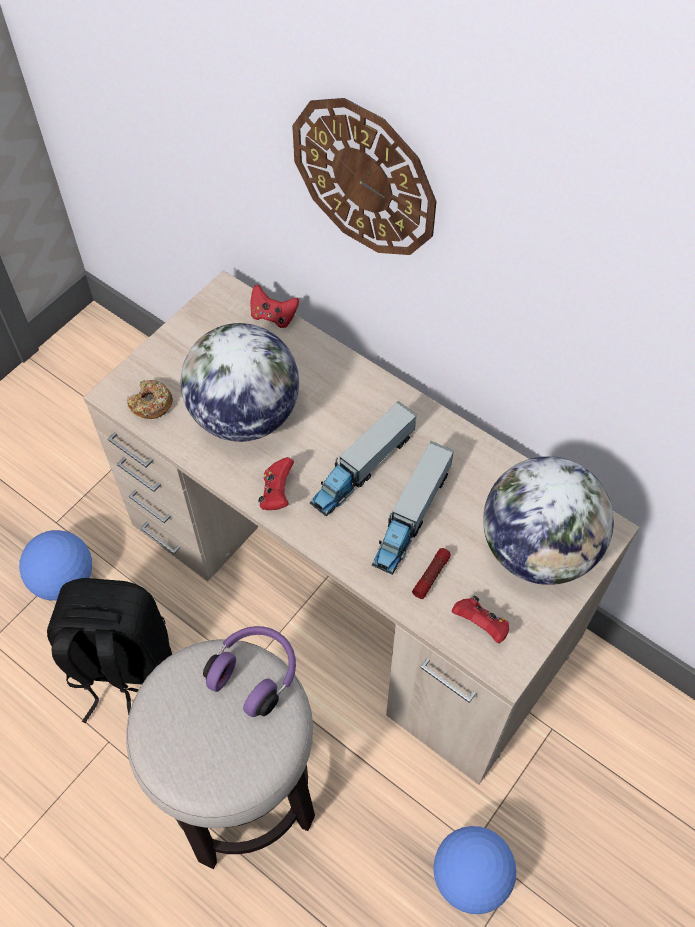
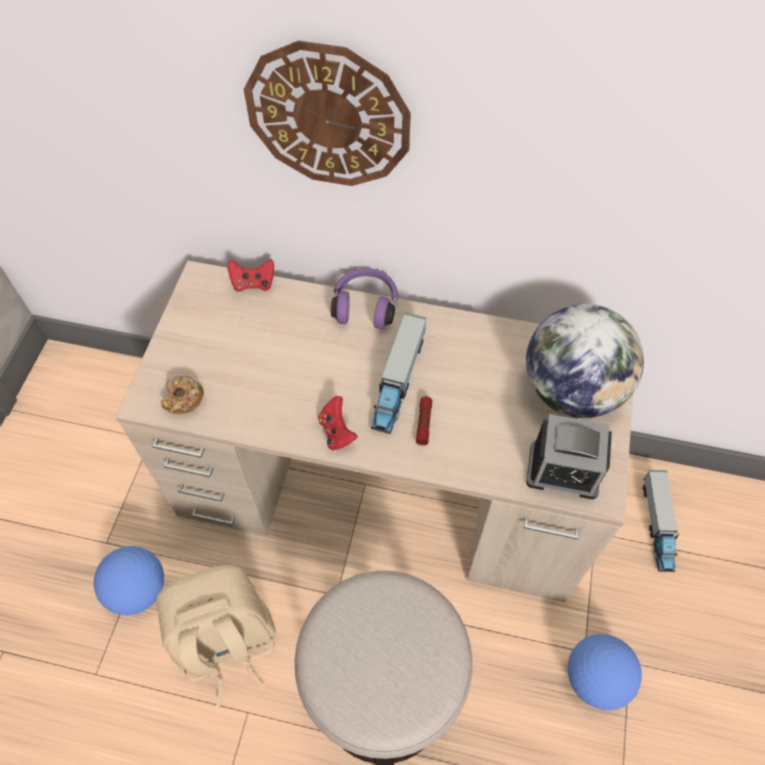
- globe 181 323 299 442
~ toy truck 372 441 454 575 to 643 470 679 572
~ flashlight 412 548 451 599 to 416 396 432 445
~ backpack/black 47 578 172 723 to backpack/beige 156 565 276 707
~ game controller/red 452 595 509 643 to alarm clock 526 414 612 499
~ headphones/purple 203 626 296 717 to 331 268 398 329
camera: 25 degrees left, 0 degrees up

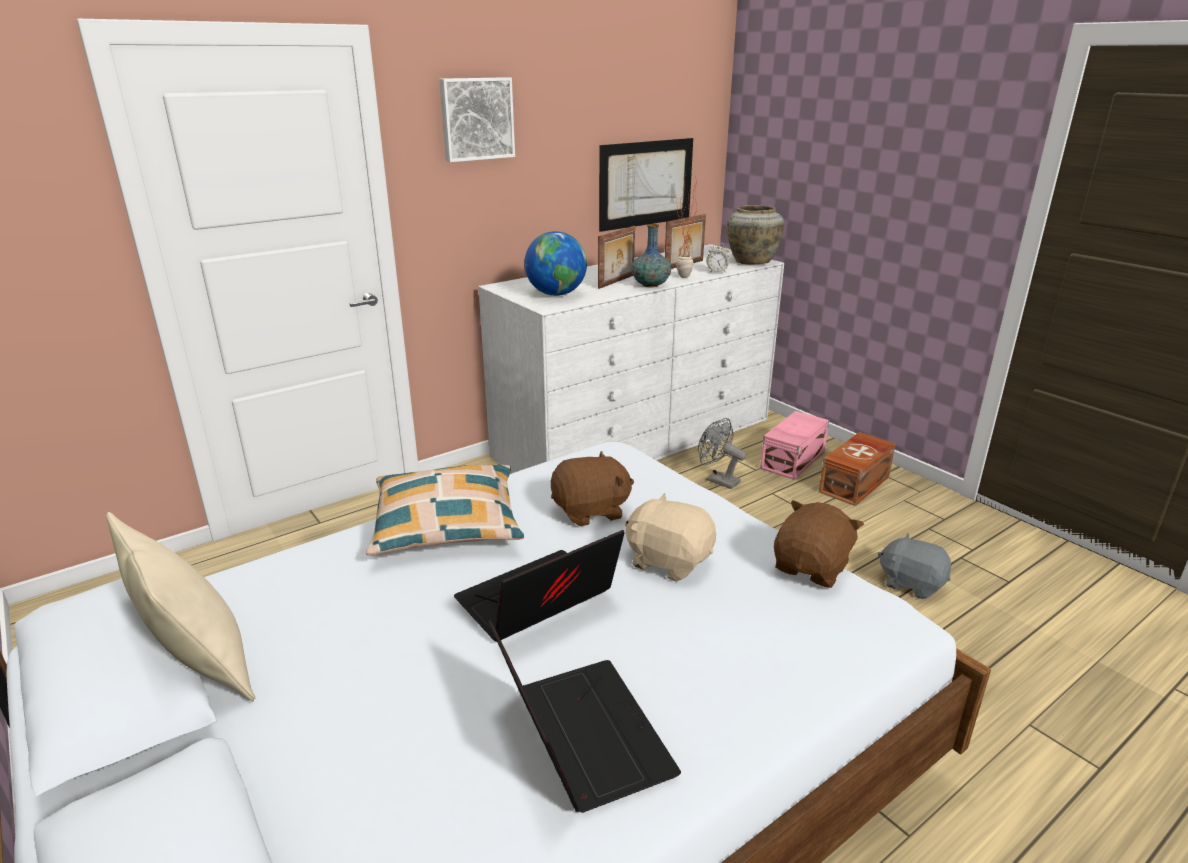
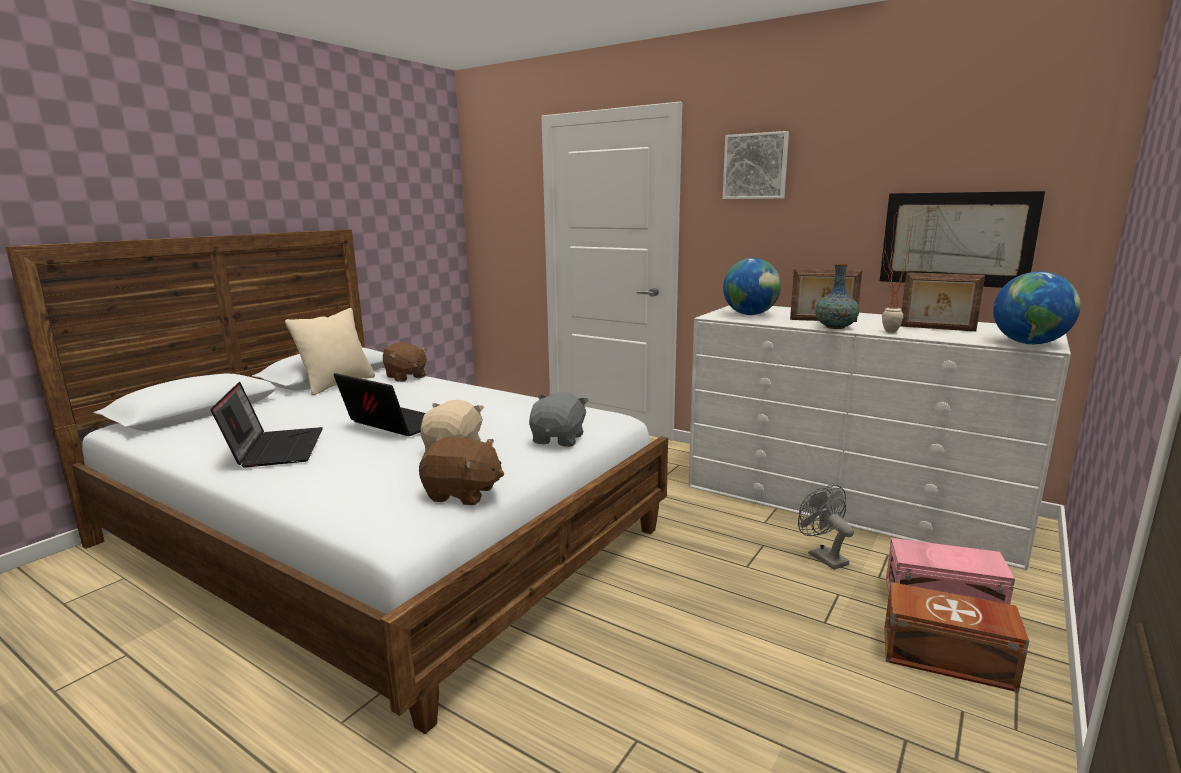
~ vase/beige 727 205 784 265 to globe 993 271 1081 344
- alarm clock 707 243 729 273
~ fan/grey 698 418 746 489 = 798 485 854 570 45 degrees counterclockwise
~ plush toy/brown 551 451 634 527 to 383 342 428 382
- pillow 366 465 524 556
~ plush toy/grey 878 533 951 599 to 529 392 589 447
~ laptop 488 619 681 813 = 210 382 323 468 60 degrees counterclockwise
camera: 70 degrees right, 10 degrees down

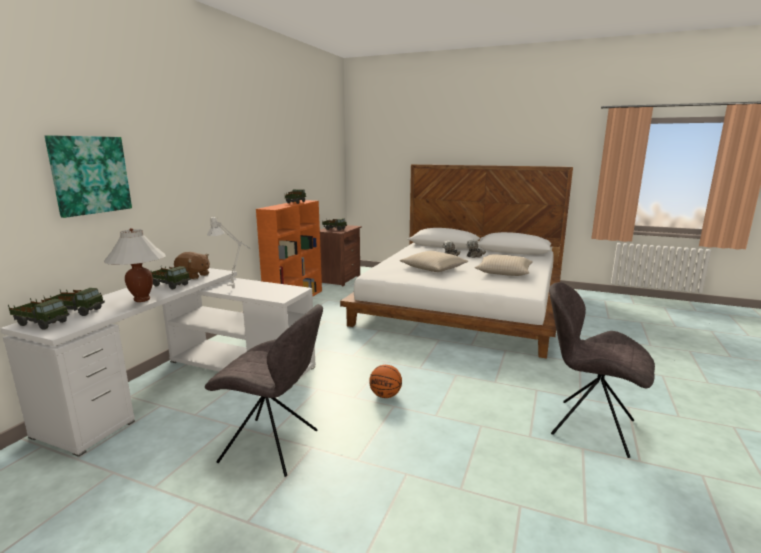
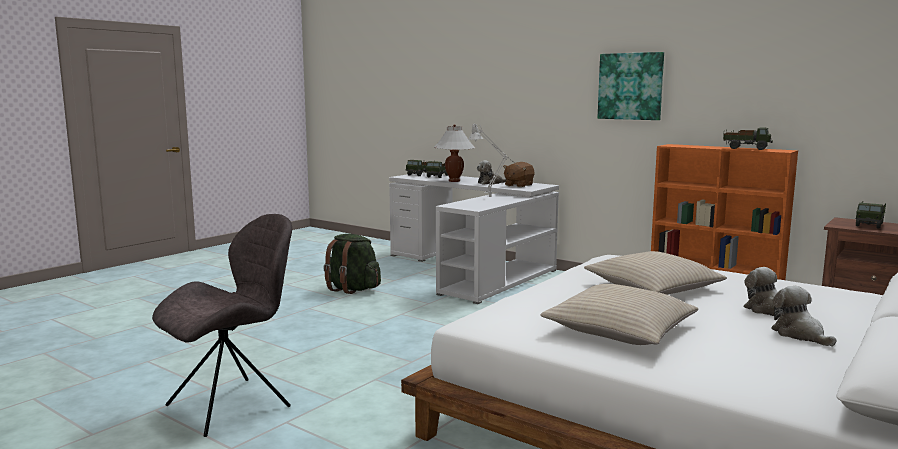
~ picture 45 135 132 218 to 598 52 664 120
~ toy truck 151 266 190 289 to plush toy 477 160 507 185
~ chair/grey 205 304 323 477 to backpack/green 323 234 381 294
- basketball 369 365 402 398
camera: 105 degrees right, 5 degrees down

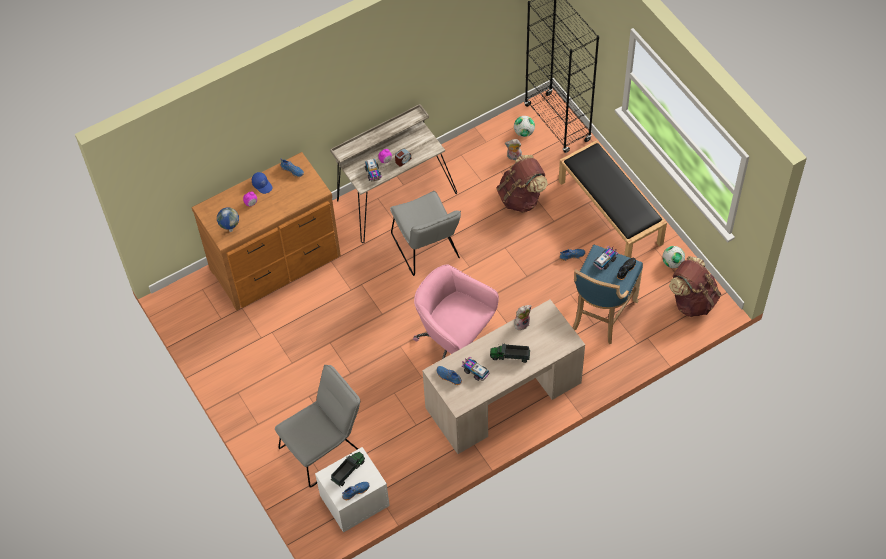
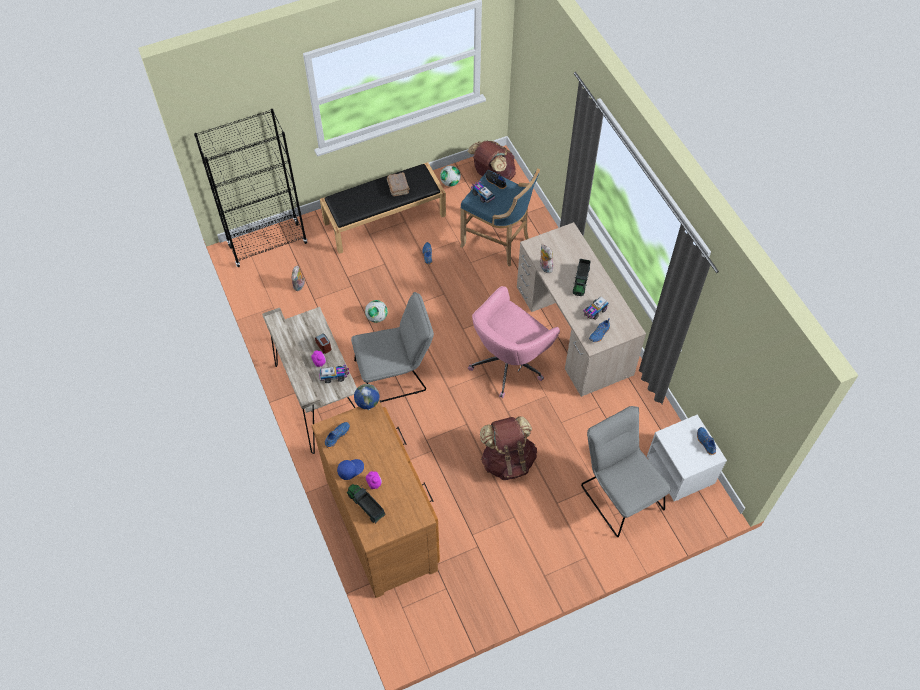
~ football 514 116 535 137 to 365 300 388 323
~ backpack/brown 496 155 548 213 to 480 416 537 480
~ globe 217 207 239 232 to 354 384 380 410
~ toy truck 331 452 365 487 to 347 484 386 524
+ book/brown 387 172 410 196
camera: 85 degrees left, 0 degrees up

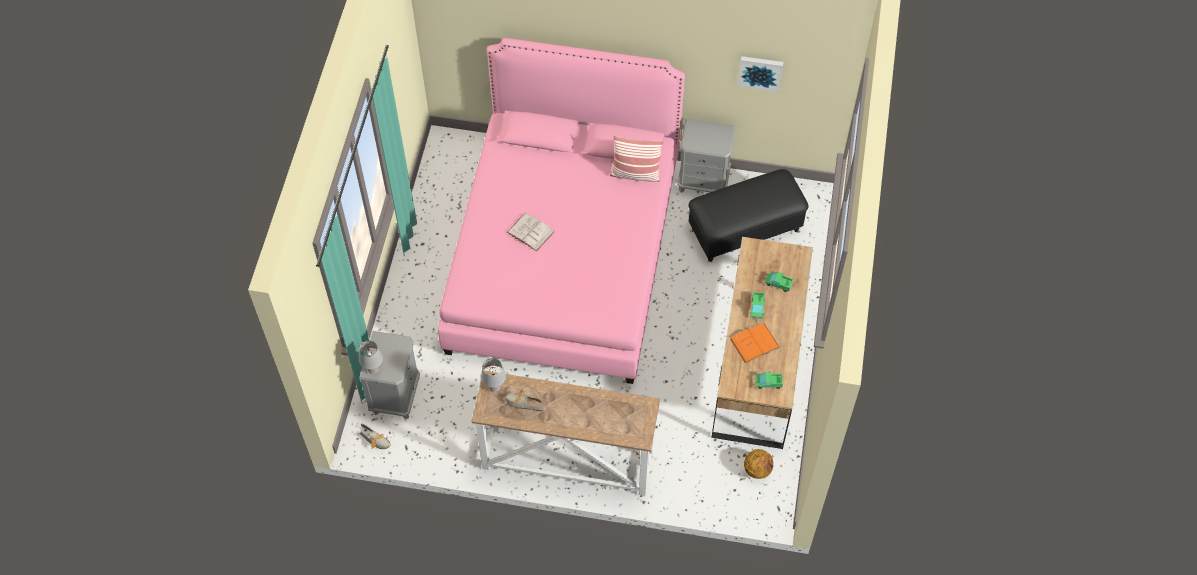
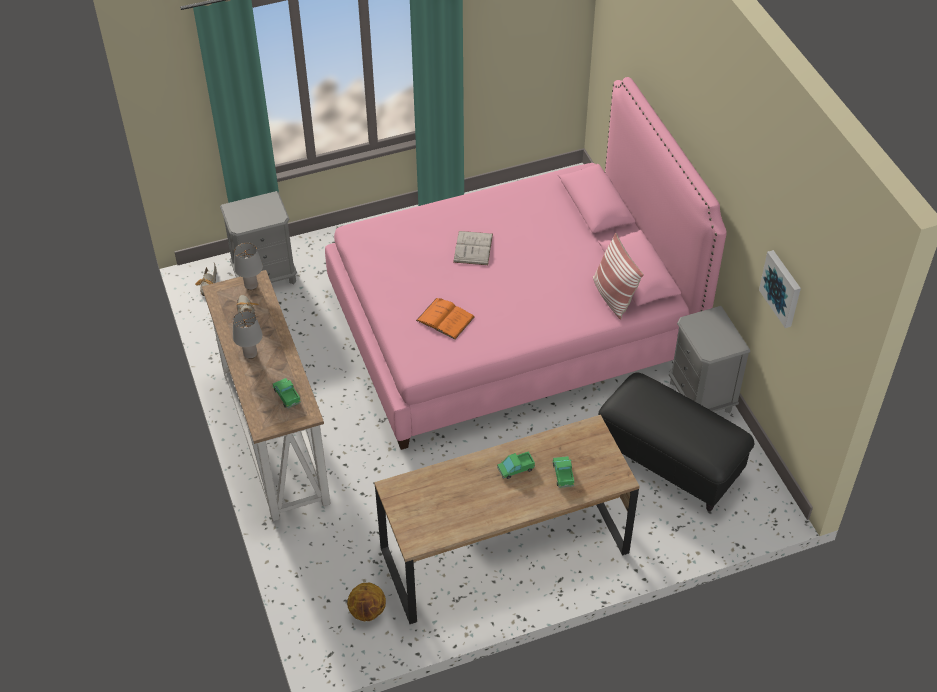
~ book/orange 730 323 780 363 to 416 298 475 340
~ table lamp/grey 359 341 383 374 to 233 311 263 359
~ toy truck 755 372 783 389 to 272 378 301 409
camera: 60 degrees right, 10 degrees down

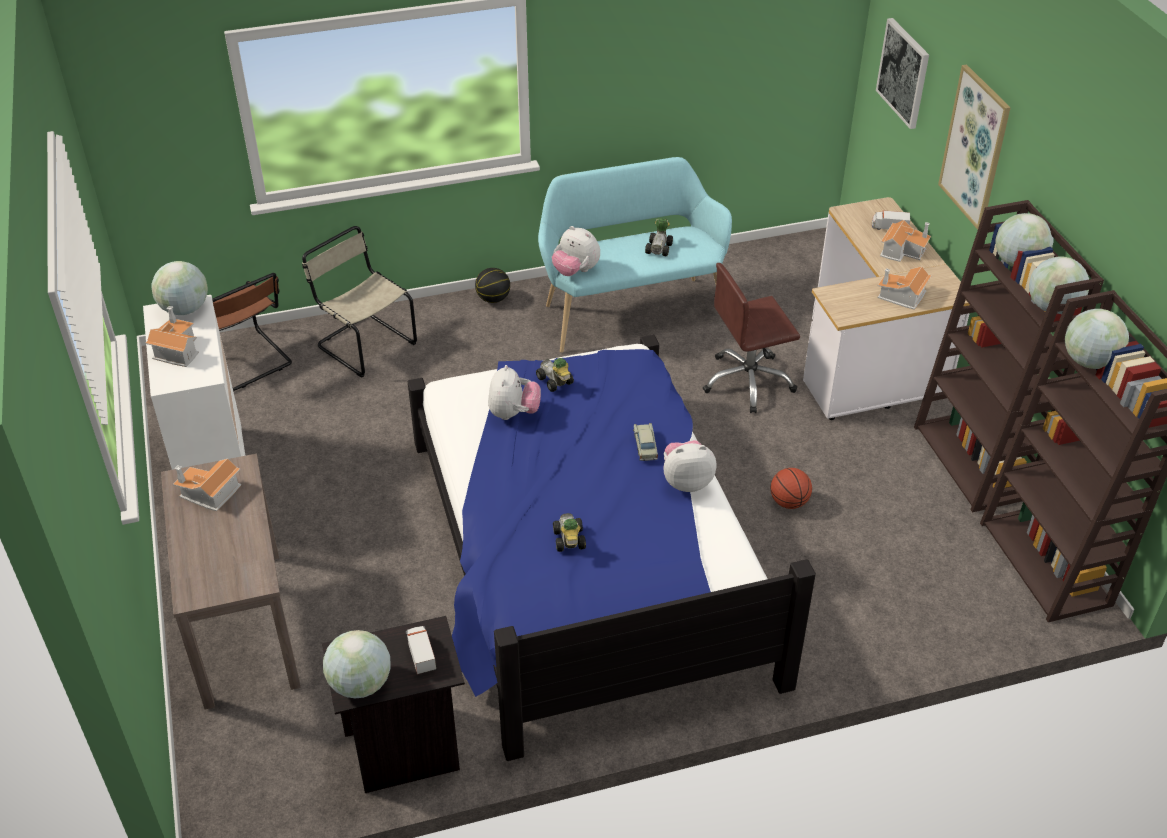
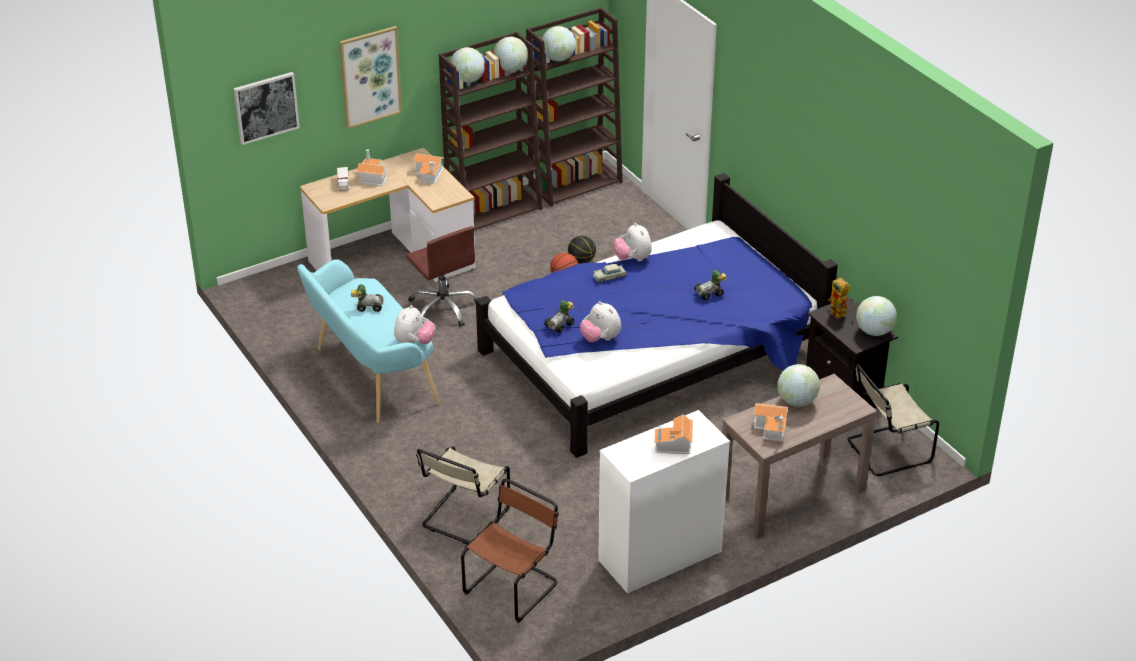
~ globe 151 261 208 315 to 778 364 820 406
~ basketball 475 268 510 303 to 568 236 596 264
~ plush toy 488 365 541 420 = 580 301 621 342 120 degrees counterclockwise
~ toy truck 405 626 436 674 to toy robot 828 278 856 319
+ chair/beige 847 364 939 476
camera: 105 degrees left, 5 degrees down

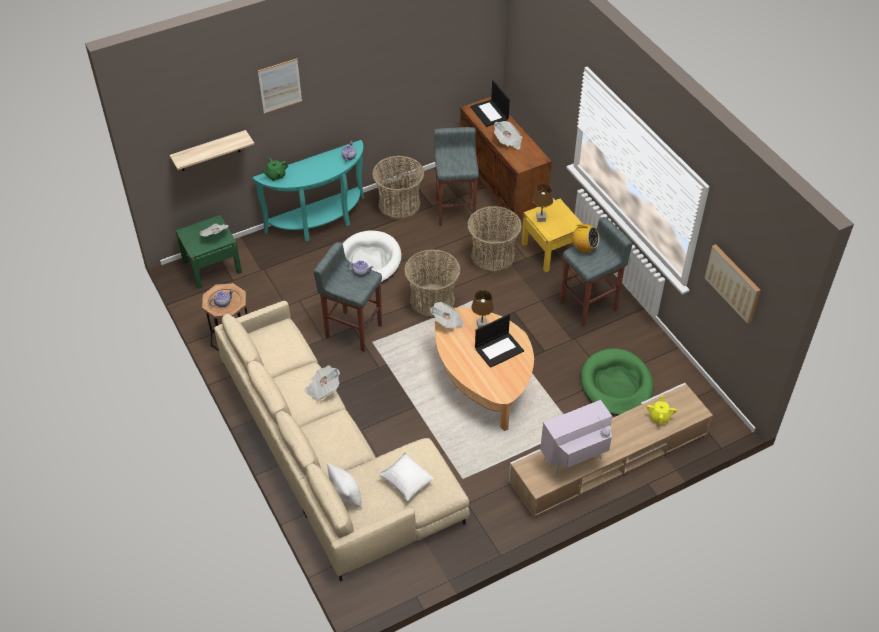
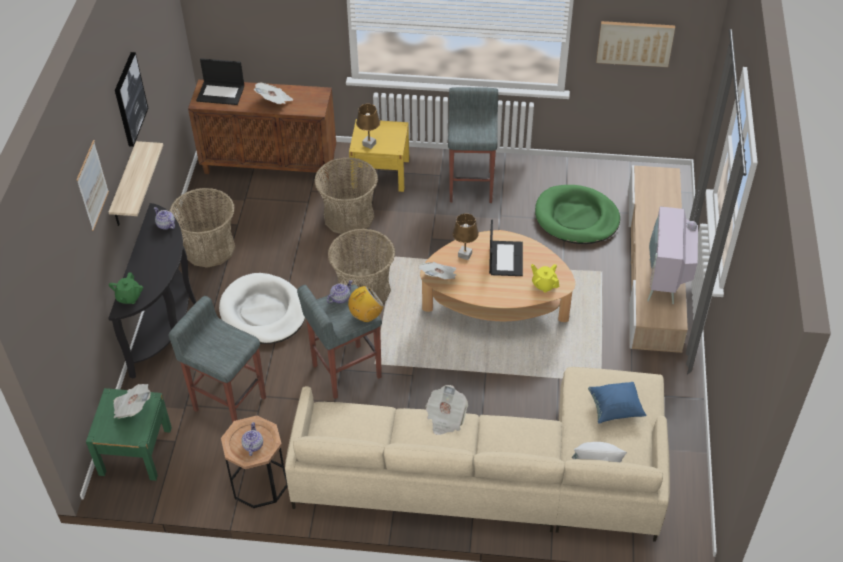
~ stool/grey 434 127 479 226 to 169 296 266 423
~ shelf 170 130 254 171 to 109 141 163 226
~ console table/turquoise 252 140 364 241 to console table/black 108 203 196 378
~ radio 572 224 599 253 to 348 286 384 322
~ teapot/yellow 647 395 677 424 to 531 264 559 293
~ pillow/white 378 453 434 501 to pillow/blue 588 382 647 424
+ picture 115 52 149 147
camera: 55 degrees left, 0 degrees up

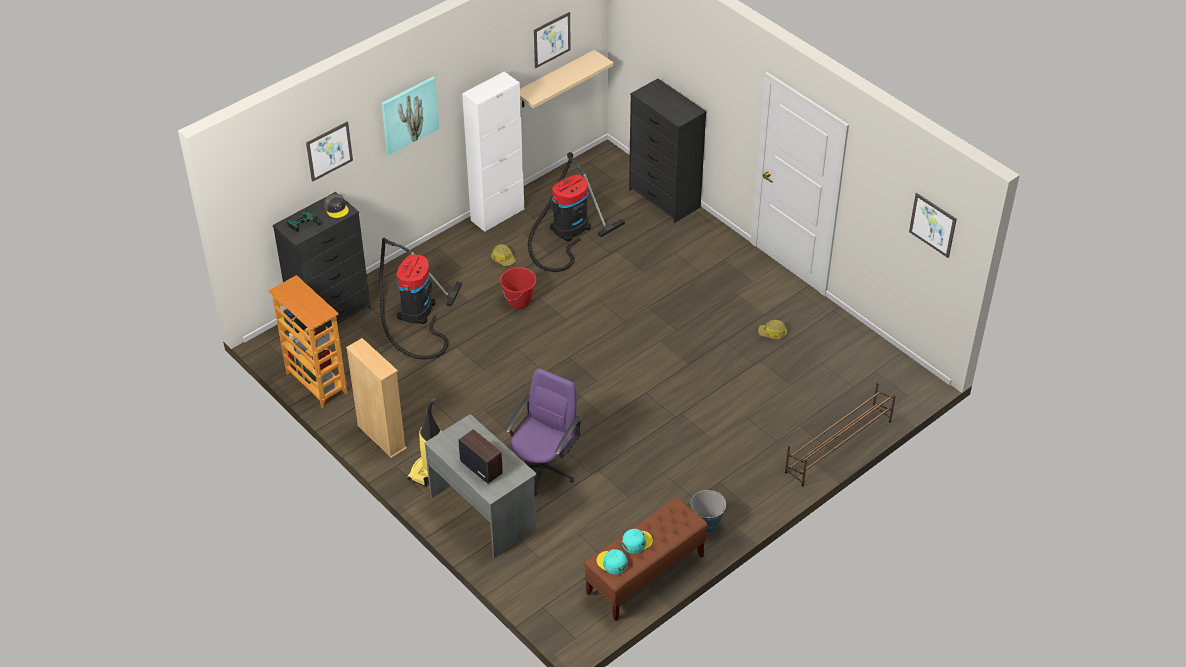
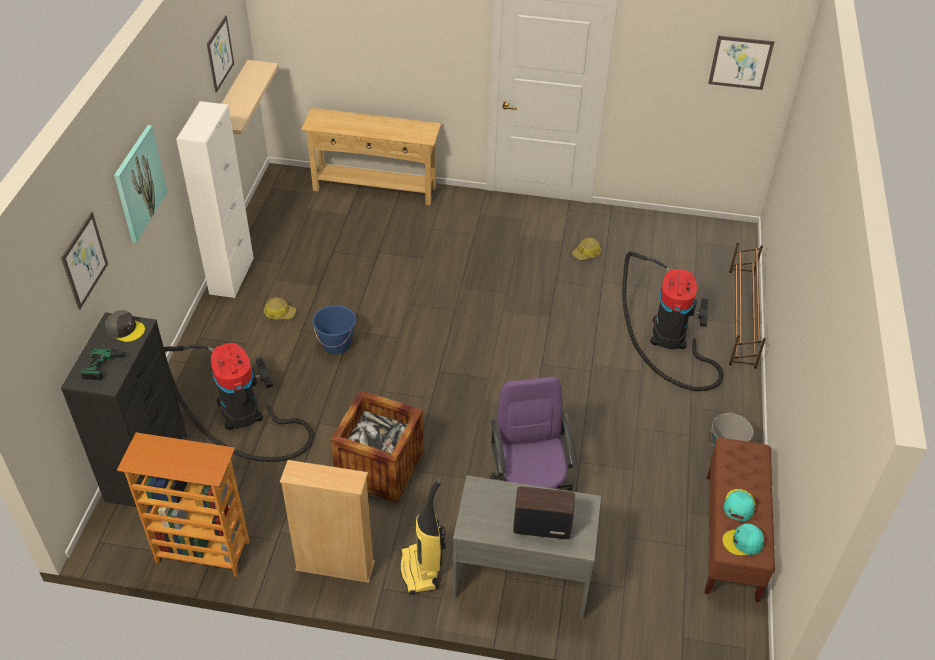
~ dresser/black 629 79 707 223 to console table/beige 301 108 441 205
~ vacuum cleaner 528 152 625 272 to 622 252 724 391
~ bucket/red 500 267 537 309 to bucket/blue 312 305 356 354
+ crate 330 390 424 503
camera: 40 degrees left, 0 degrees up

